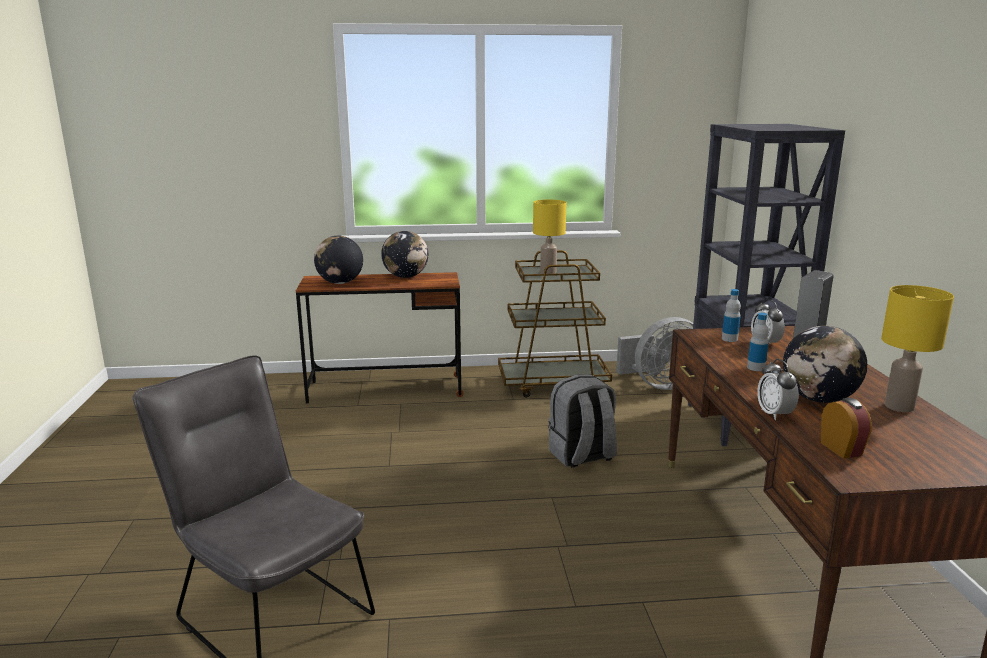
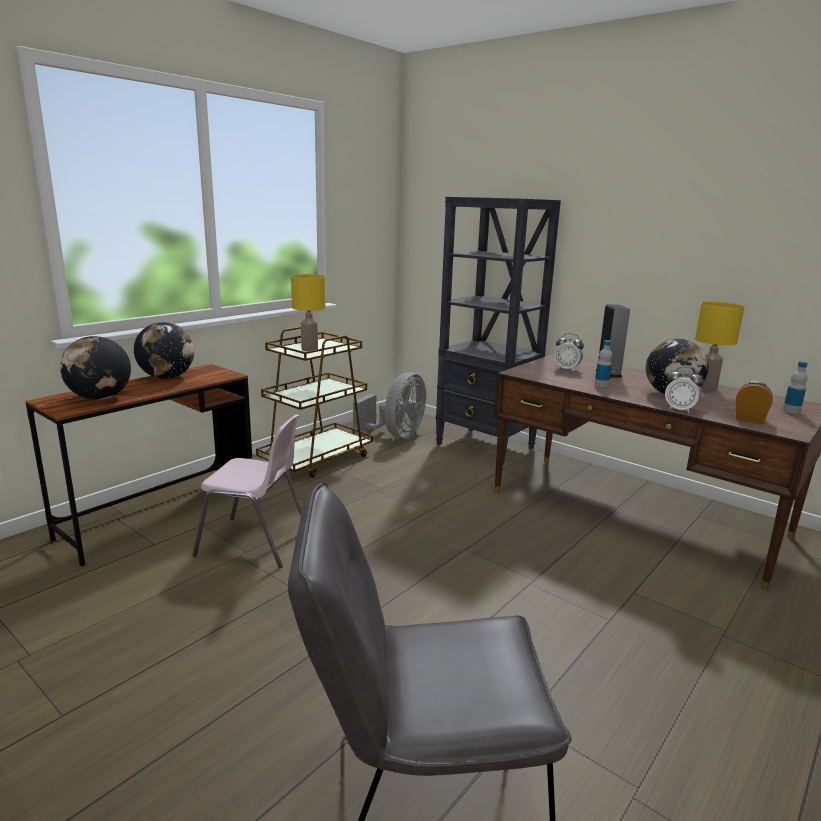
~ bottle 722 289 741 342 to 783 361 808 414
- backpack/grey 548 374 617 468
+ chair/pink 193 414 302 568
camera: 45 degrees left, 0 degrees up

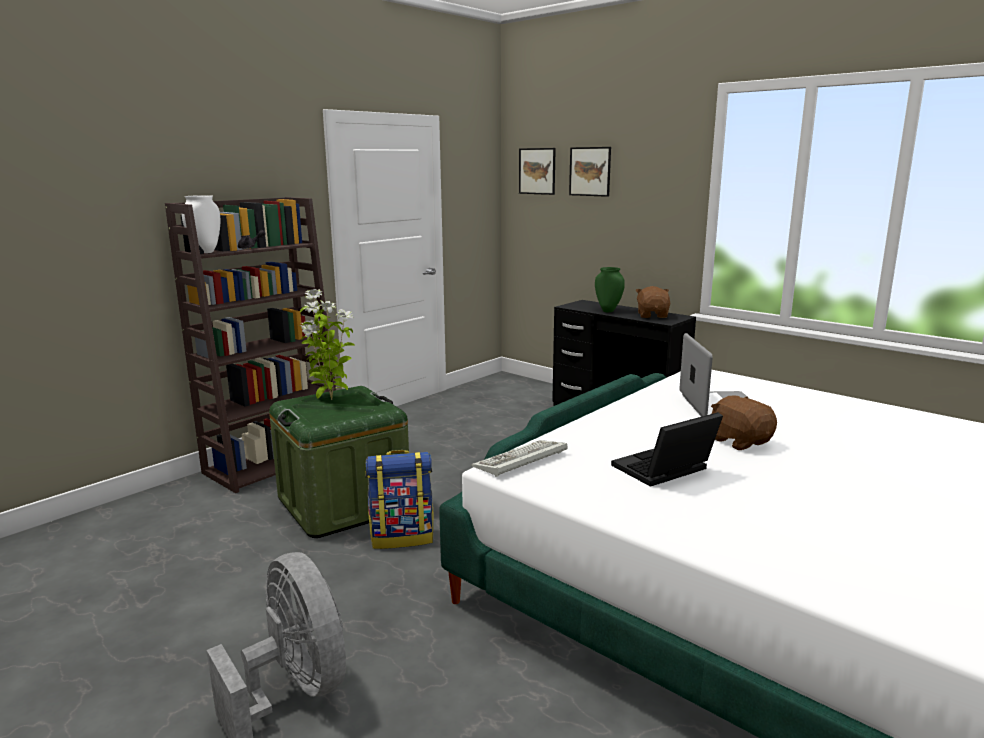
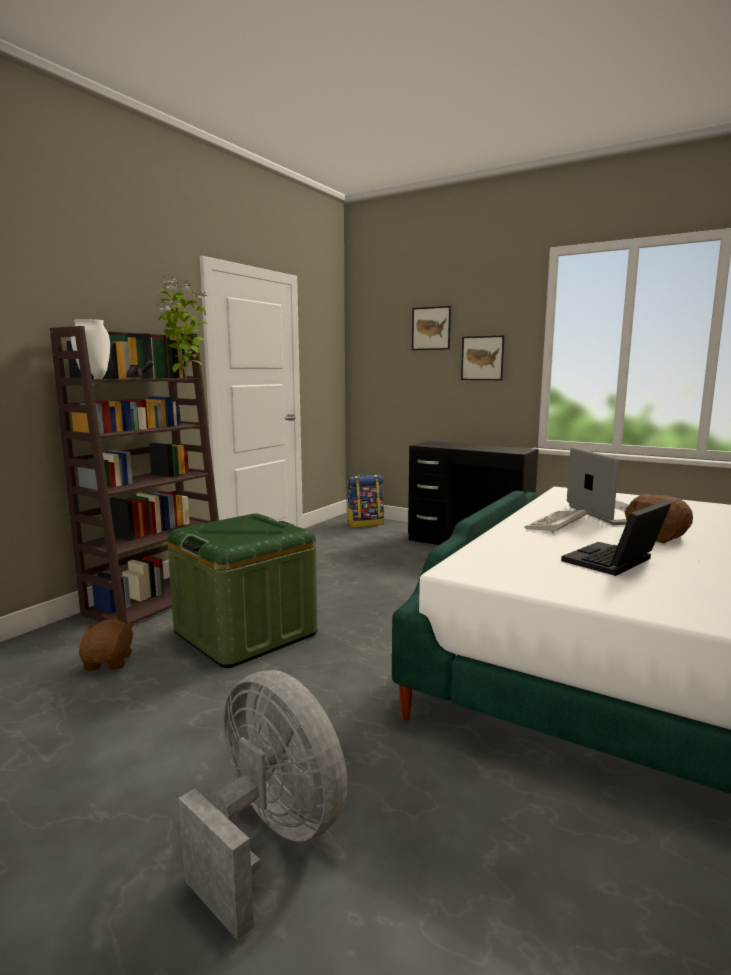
~ picture 519 148 556 195 to 461 335 505 380
- vase/green 595 267 625 312
~ plush toy/brown 635 286 670 318 to 79 619 135 670
~ potted plant 299 289 355 400 to 157 275 208 378
~ keyboard 472 440 567 477 to 524 509 587 533
~ backpack 365 450 434 549 to 347 474 384 527
camera: 10 degrees left, 5 degrees down

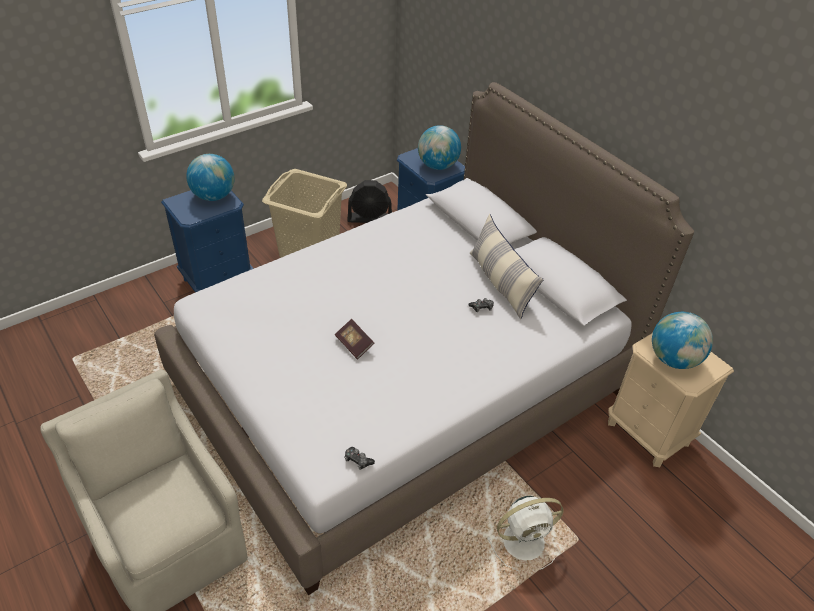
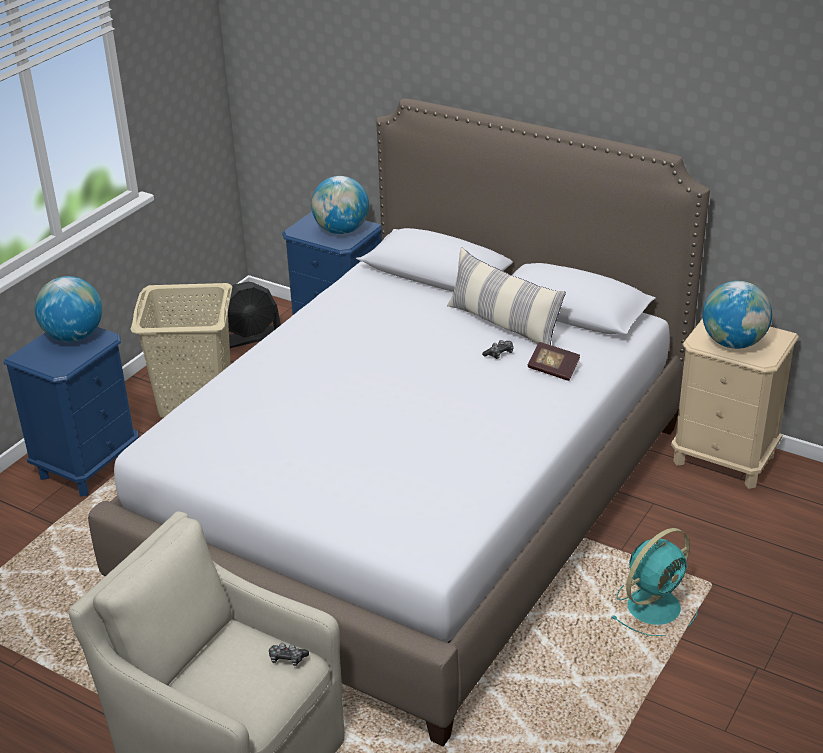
~ book 335 319 374 359 to 528 342 580 381
~ game controller 345 447 375 470 to 269 643 309 666
~ fan/white 487 496 563 571 to fan/turquoise 612 528 697 636
camera: 20 degrees left, 10 degrees down

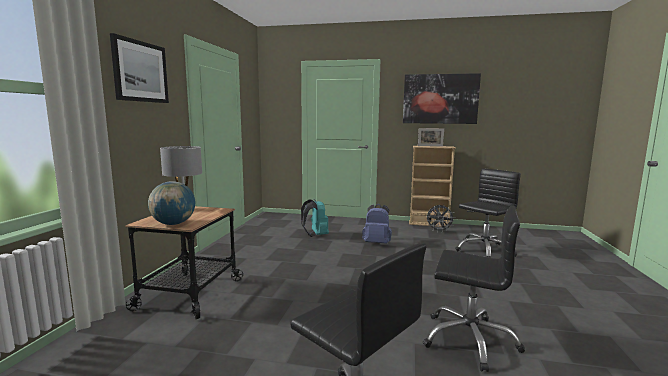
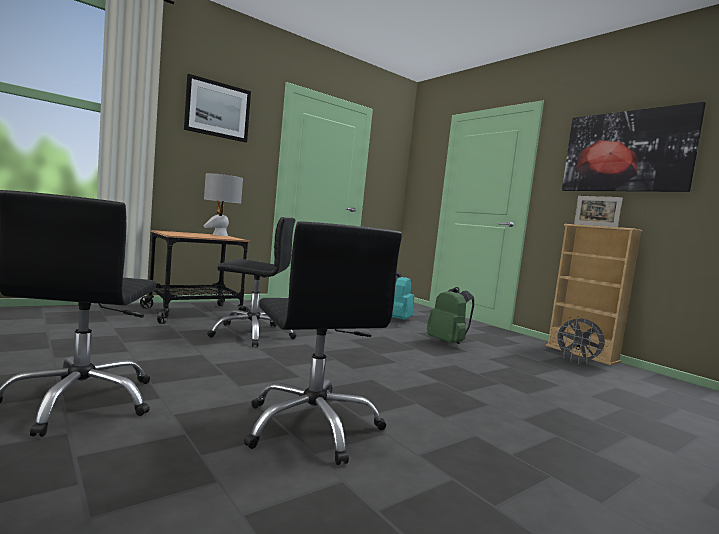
~ office chair/black 455 168 521 258 to 207 217 297 347
- globe 148 181 195 225
~ backpack/blue 362 204 392 244 to backpack/green 427 287 474 344
camera: 40 degrees right, 5 degrees down

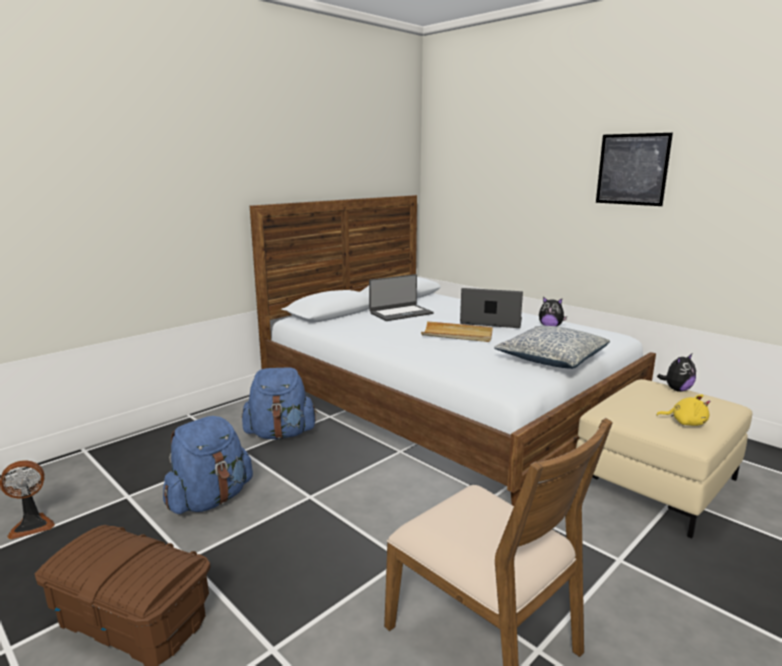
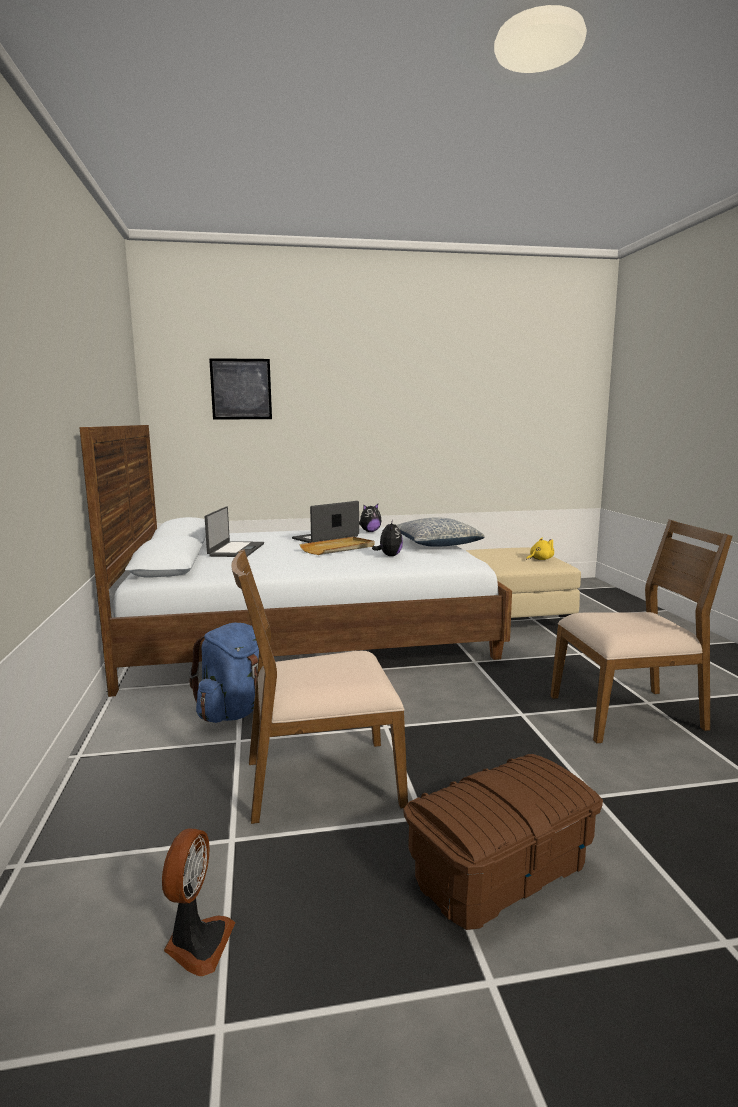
~ picture 596 133 673 206 to 209 358 272 420
~ plush toy 657 354 696 392 to 372 520 403 556
~ backpack/blue 163 416 253 514 to chair/brown 231 549 408 824
camera: 55 degrees left, 5 degrees down

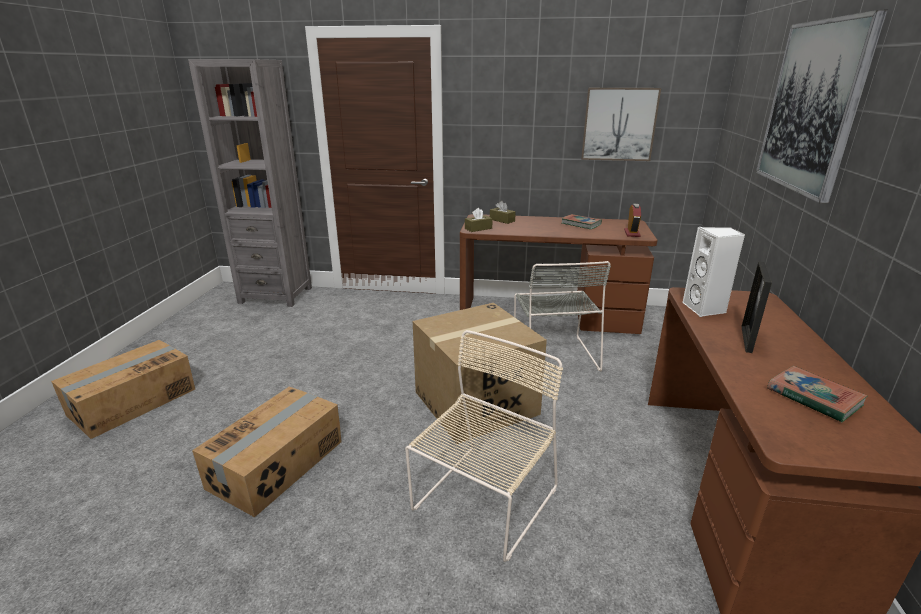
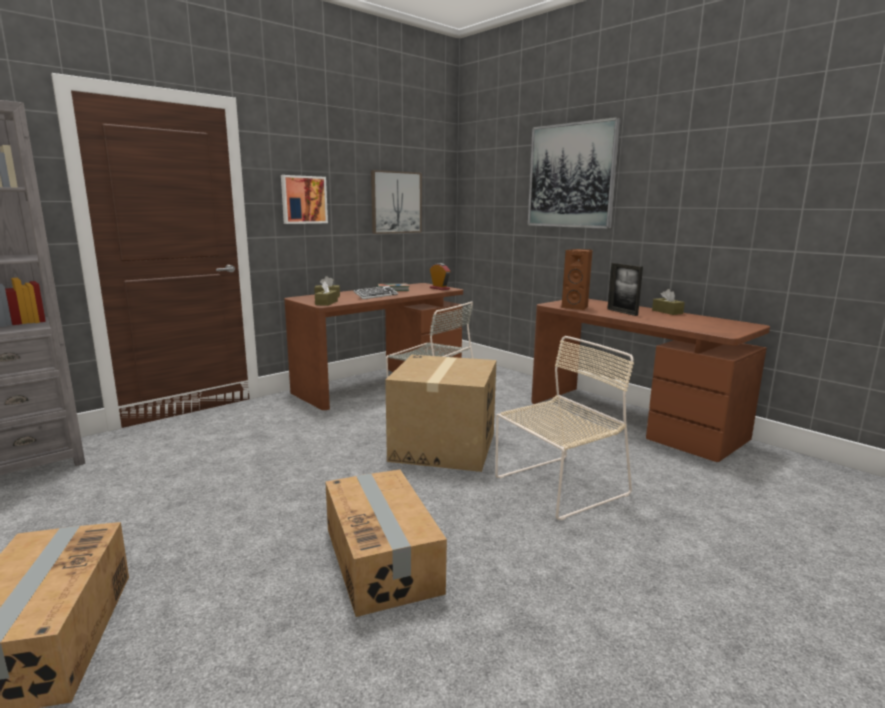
~ speaker/white 682 227 745 317 to speaker/brown 561 249 593 310
~ chair/beige 405 330 563 562 = 495 336 634 520 75 degrees clockwise
- book 767 366 868 423
+ picture 281 175 328 224
+ keyboard 353 286 398 299
+ tissue box/brown 652 289 685 315
camera: 50 degrees left, 10 degrees down

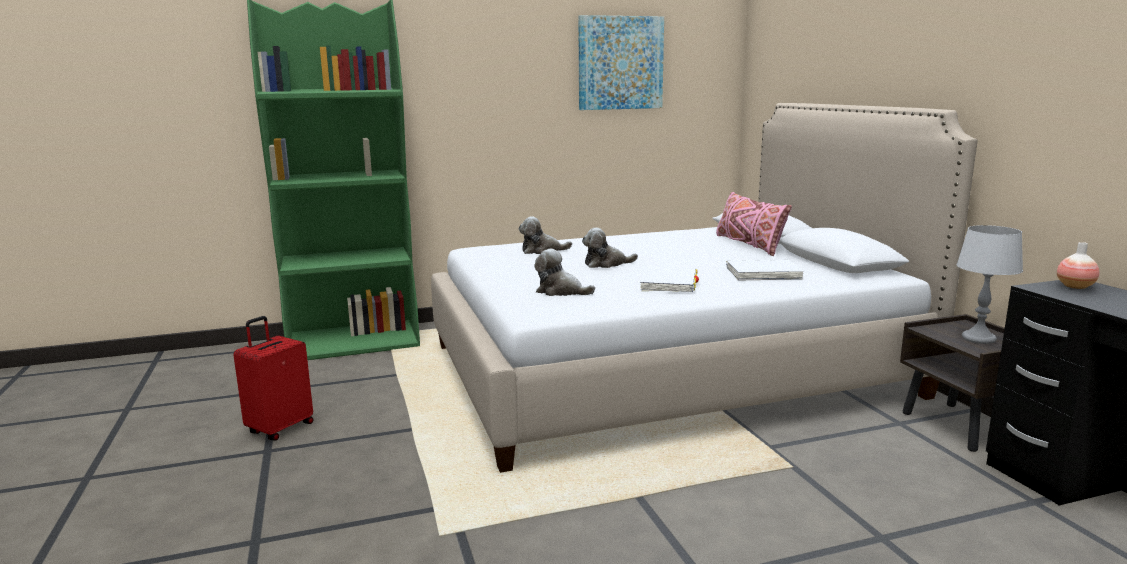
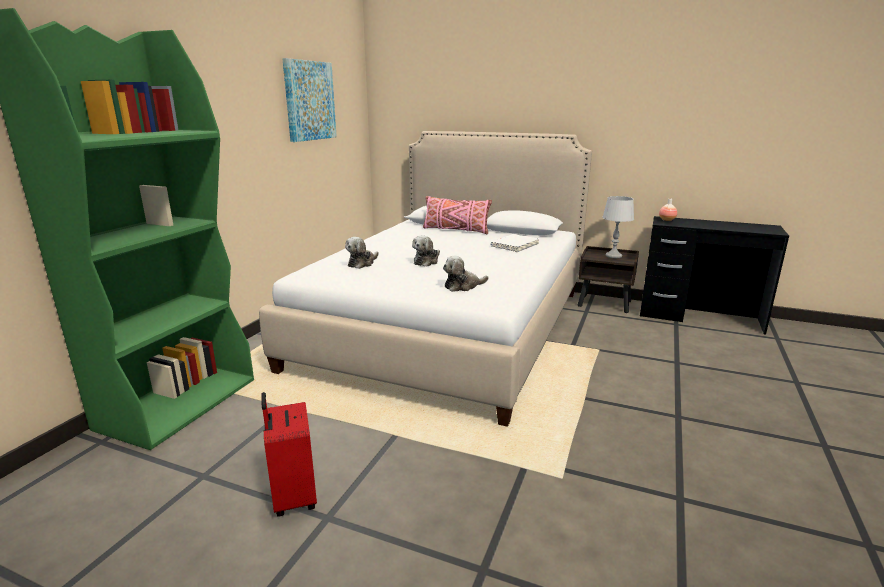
- book/white 640 266 699 292
camera: 50 degrees left, 5 degrees up

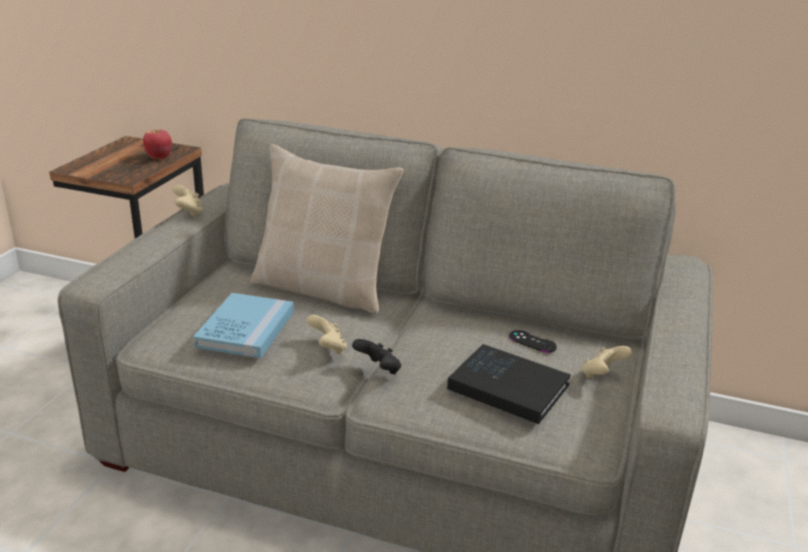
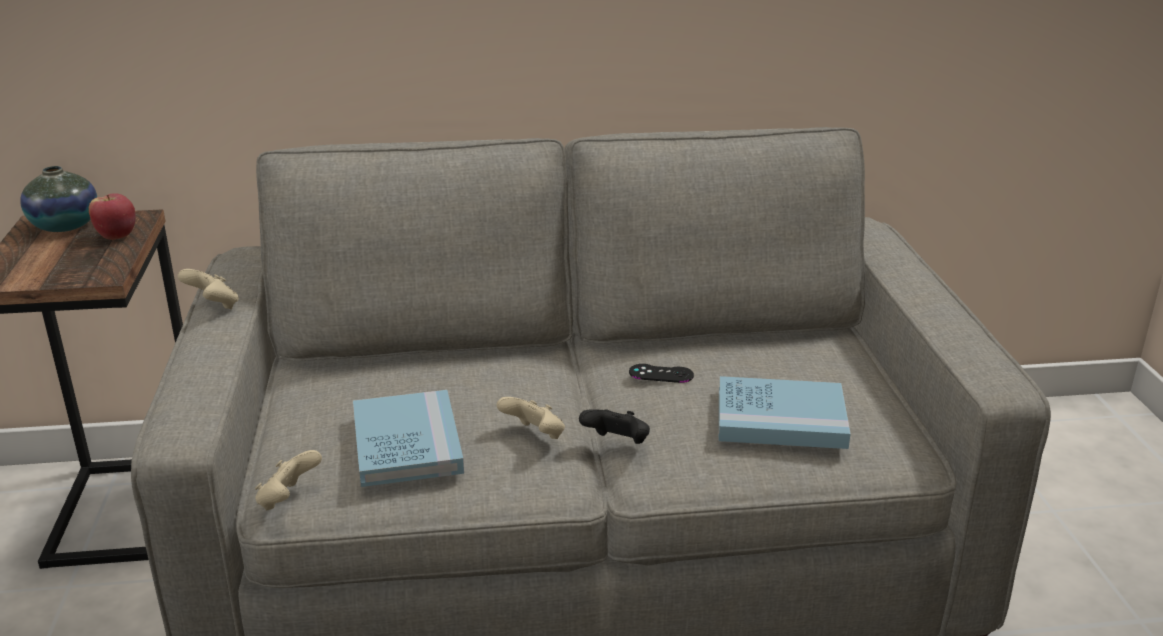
- pillow/beige 250 144 403 314
~ game controller/black 509 330 557 353 to 629 364 694 383
~ book/black 447 344 571 424 to book/blue 719 376 850 449
~ game controller/beige 582 346 632 378 to 255 450 322 511
+ vase 20 166 97 232
camera: 25 degrees left, 0 degrees up

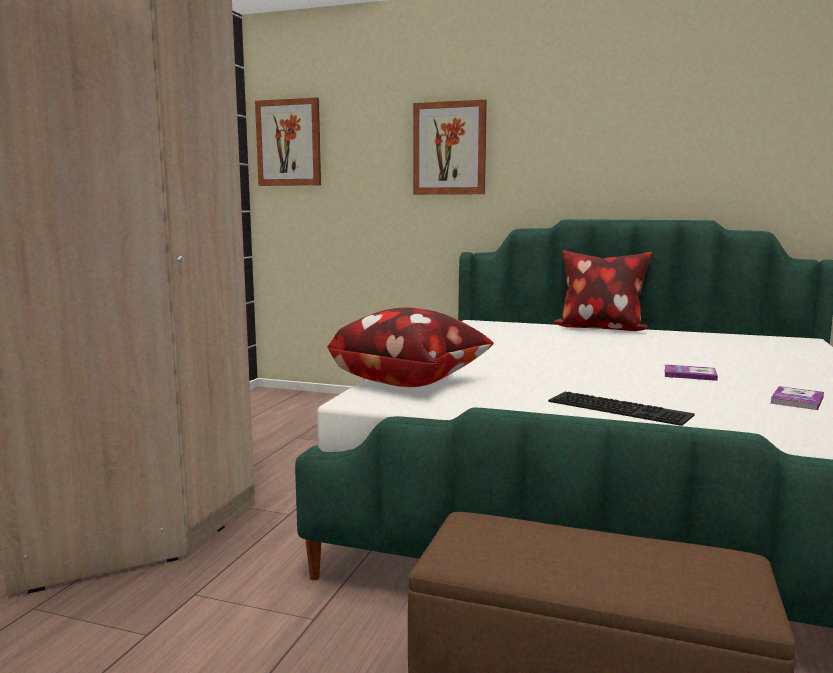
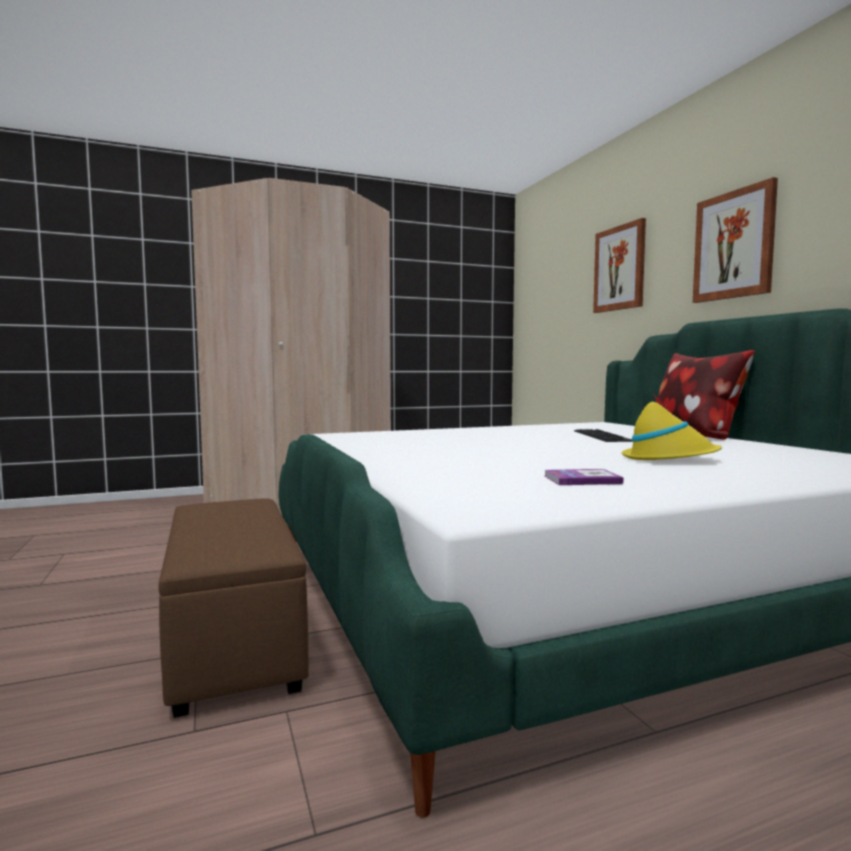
~ picture 255 98 321 186 to 693 177 778 303
- pillow 327 308 494 387
- book 664 364 718 381
~ keyboard 548 392 695 426 to 574 429 633 442
+ hat/yellow 622 395 722 460
camera: 50 degrees right, 5 degrees down

